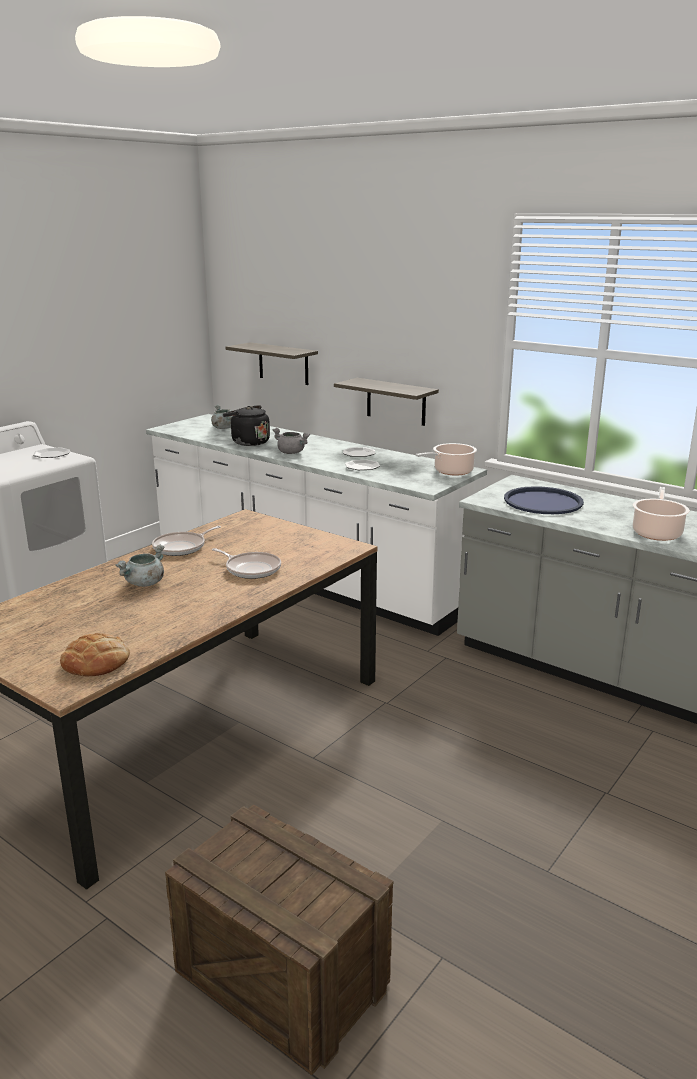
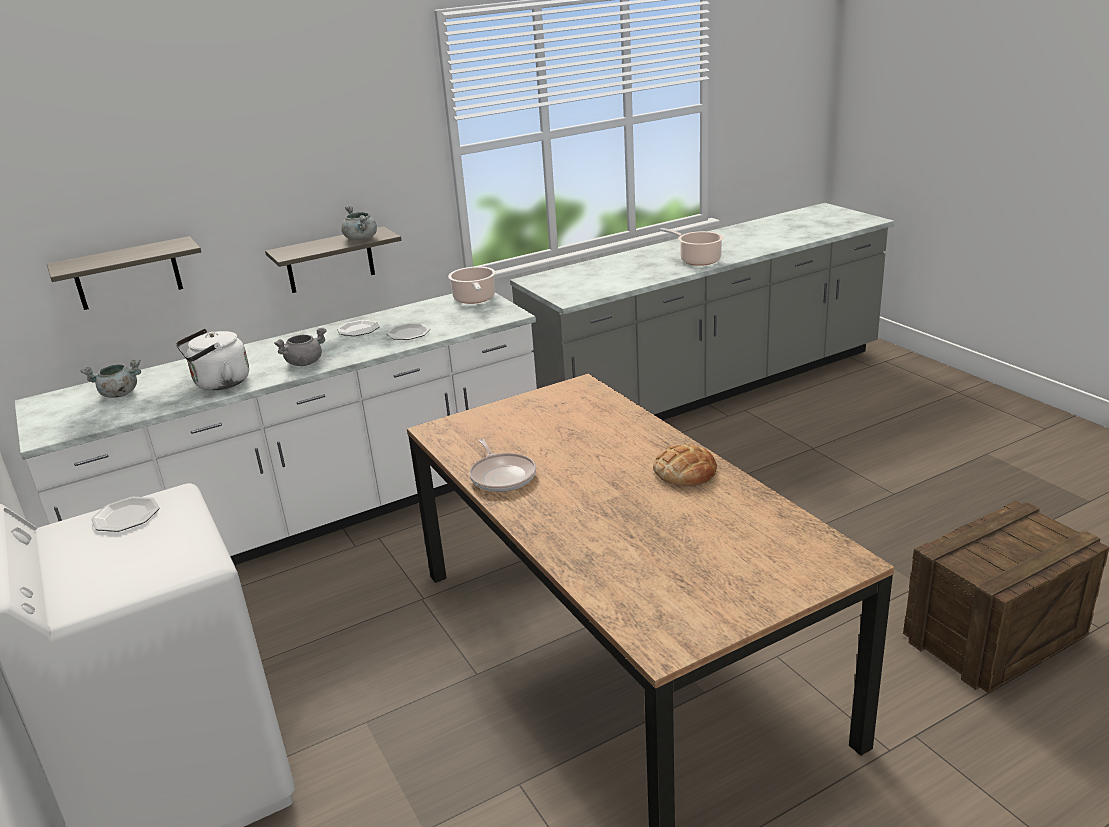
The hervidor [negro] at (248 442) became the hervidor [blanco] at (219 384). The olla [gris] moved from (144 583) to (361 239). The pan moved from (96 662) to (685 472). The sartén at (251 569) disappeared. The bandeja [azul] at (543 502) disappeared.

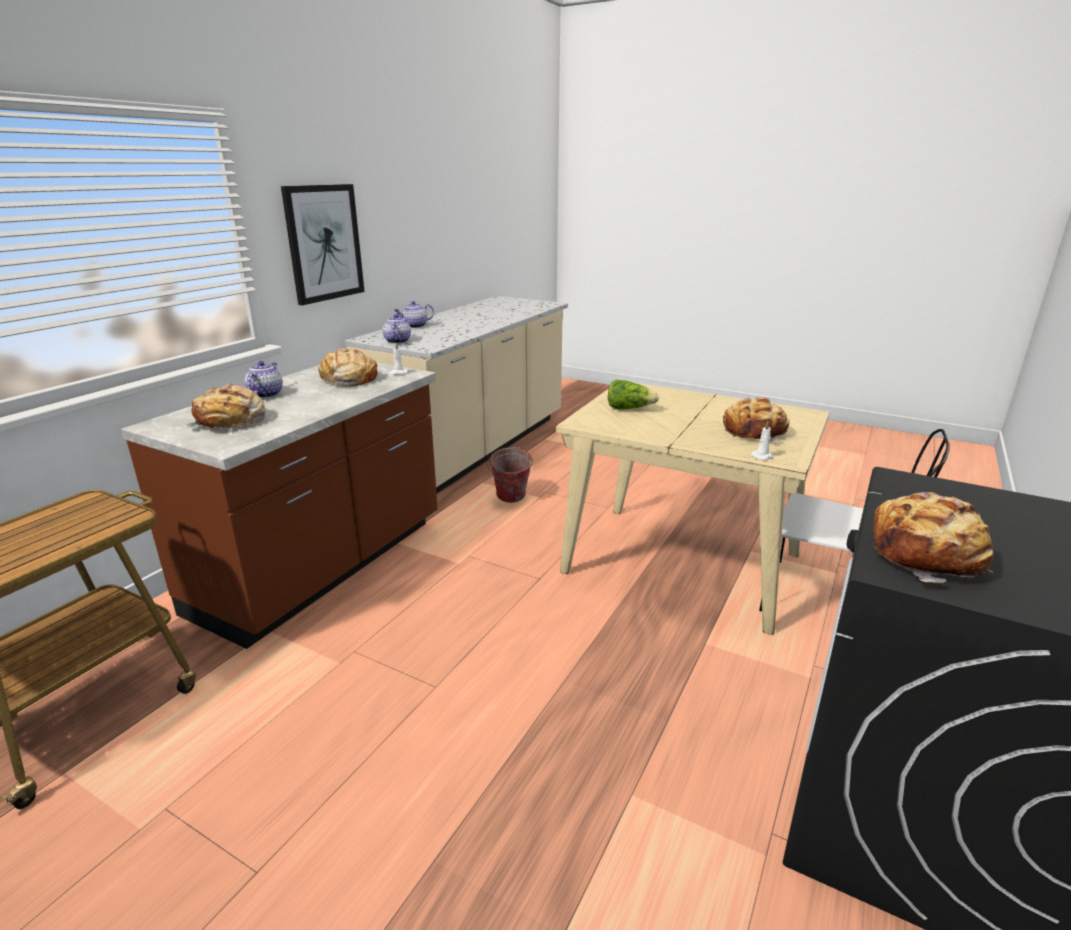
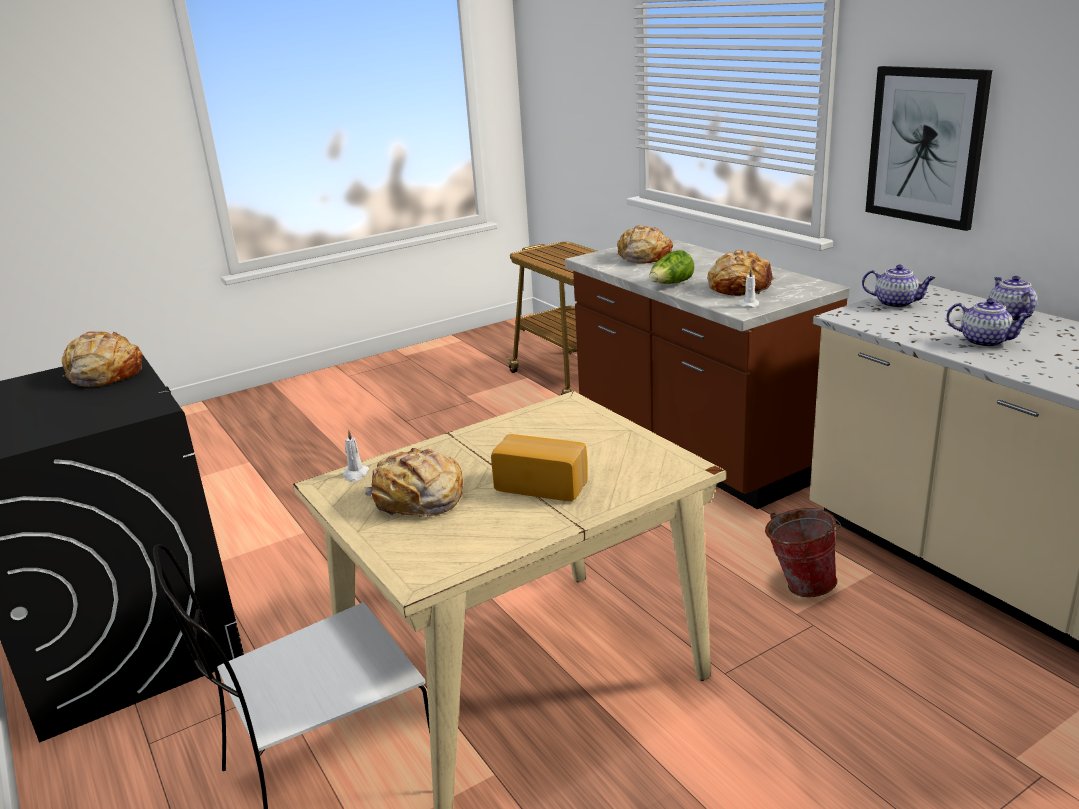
The pan at (543 484) appeared. The lechuga moved from (629 409) to (671 284). The tetera moved from (266 394) to (985 341).

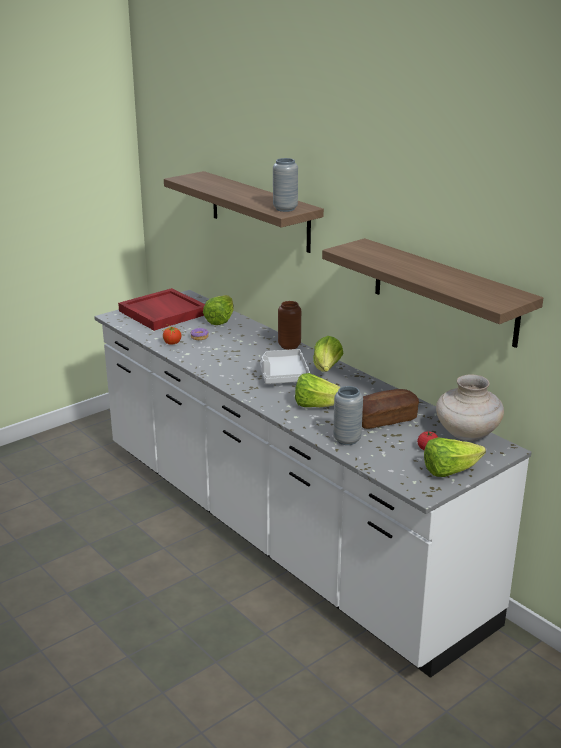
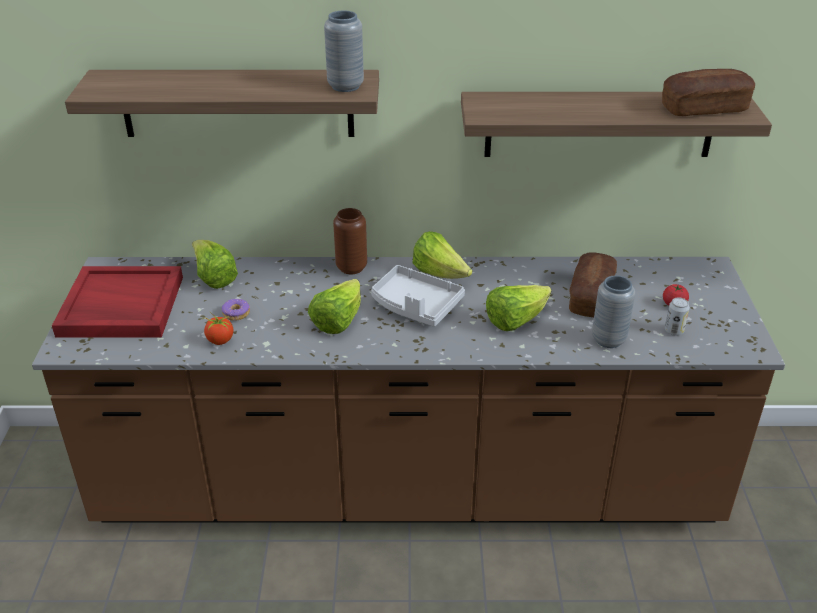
The mueble bajo de cocina [blanco] at (280 530) became the mueble bajo de cocina [marrón] at (408 486). The lechuga moved from (449 471) to (338 321). The pan at (704 109) appeared. The lata at (674 331) appeared. The florero [beis] at (467 434) disappeared.

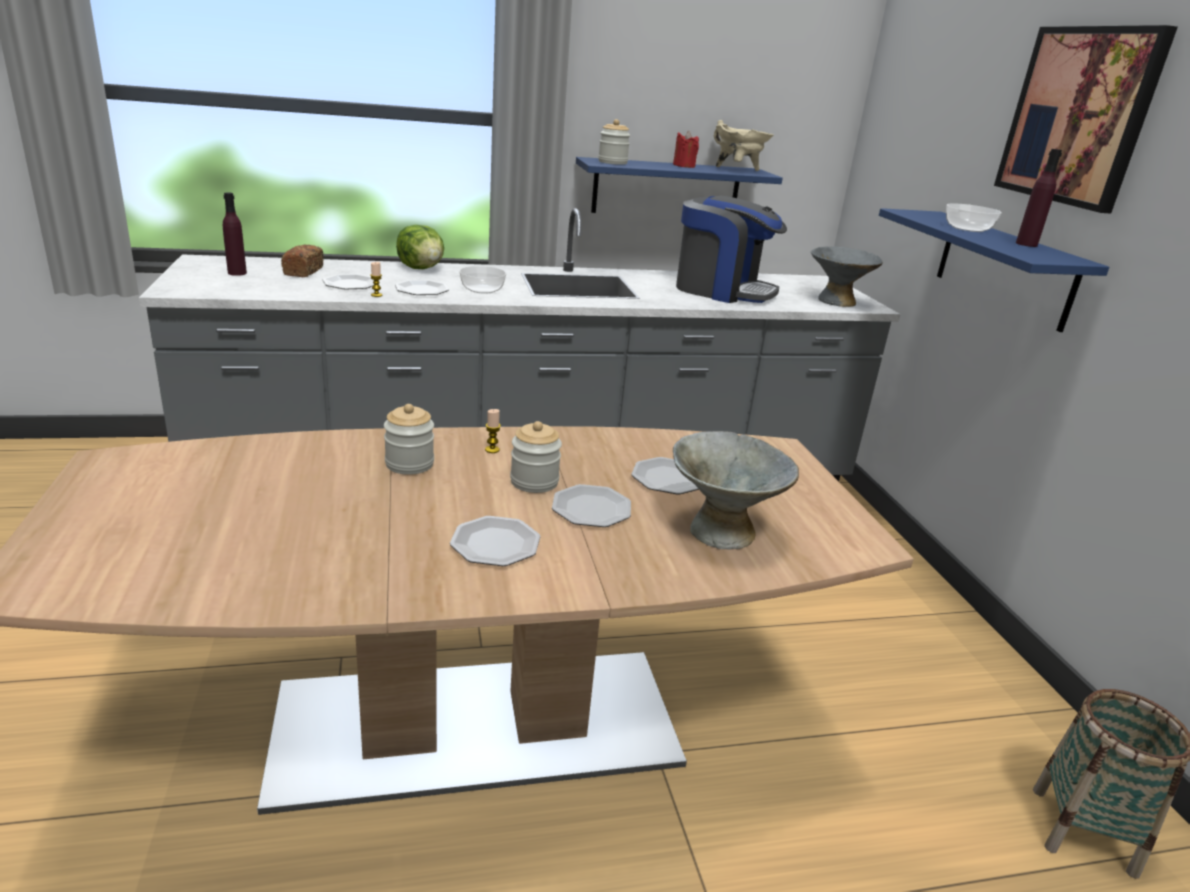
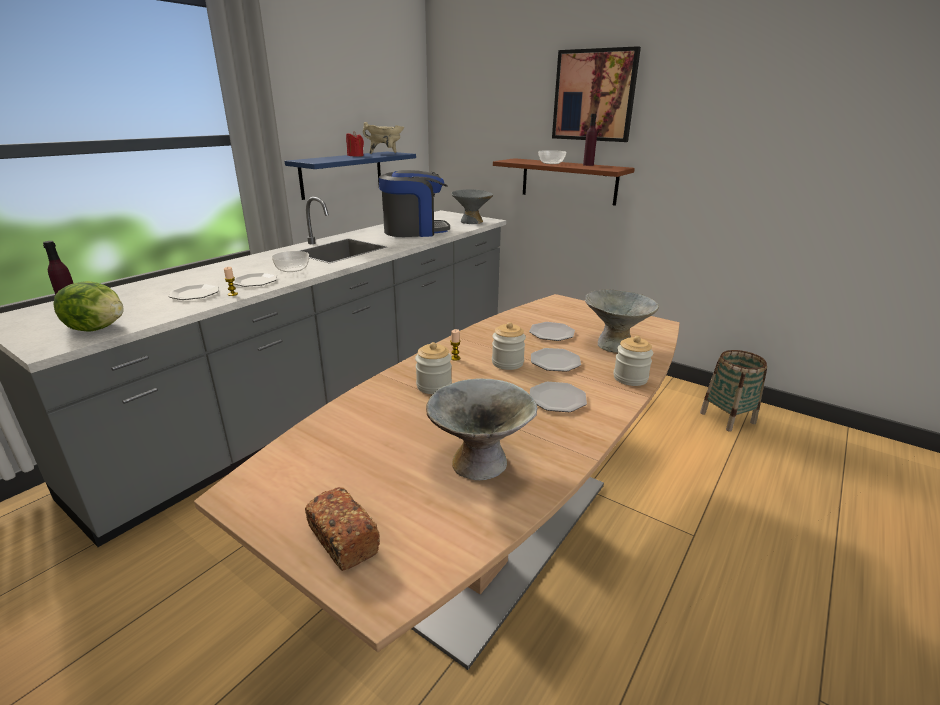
The lechuga moved from (421 268) to (98 328). The pan moved from (303 271) to (342 539). The cuenco [gris] at (480 463) appeared. The estante [azul] at (1004 269) became the estante [marrón] at (568 181). The tarro moved from (612 162) to (630 378).

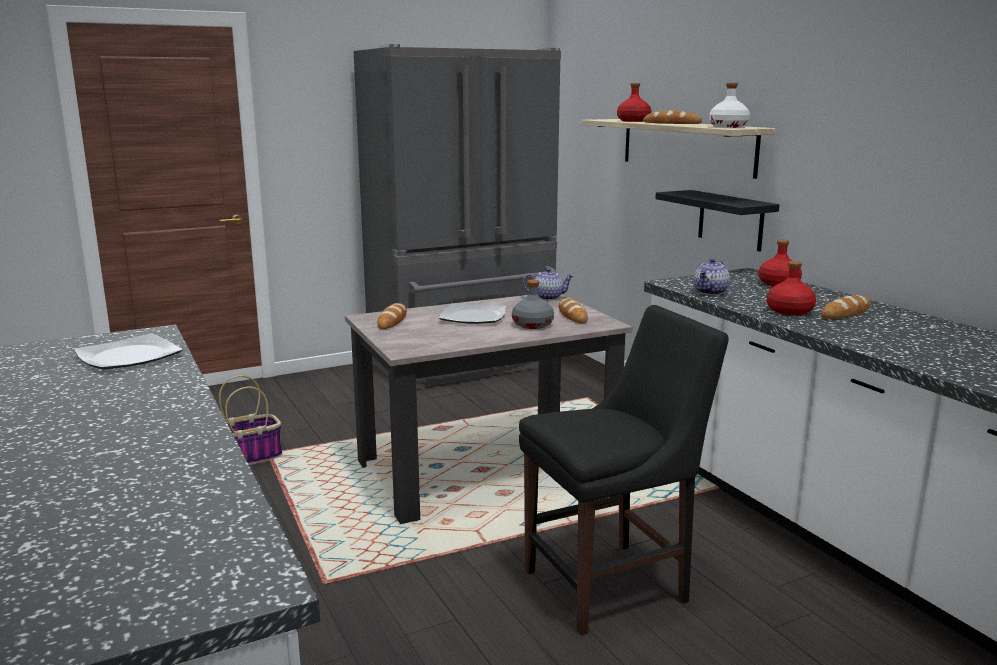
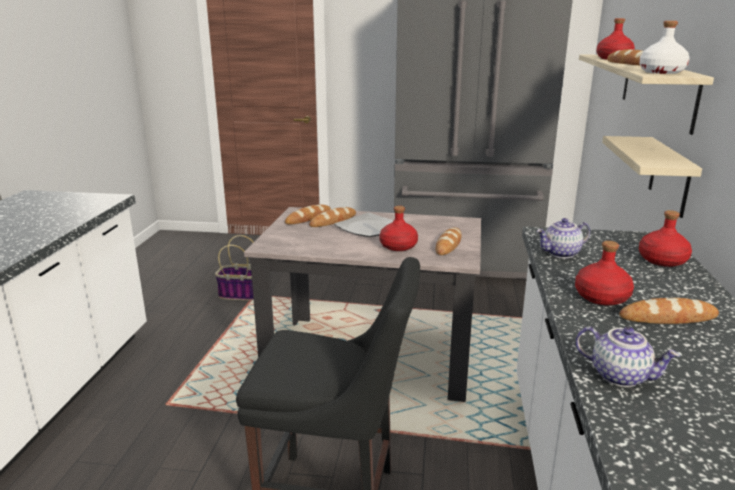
The pan at (333 221) appeared. The botella [gris] at (533 325) became the botella [rojo] at (399 246). The tetera moved from (548 297) to (620 376). The estante [negro] at (730 220) became the estante [beis] at (670 177). The plato at (128 356) disappeared.

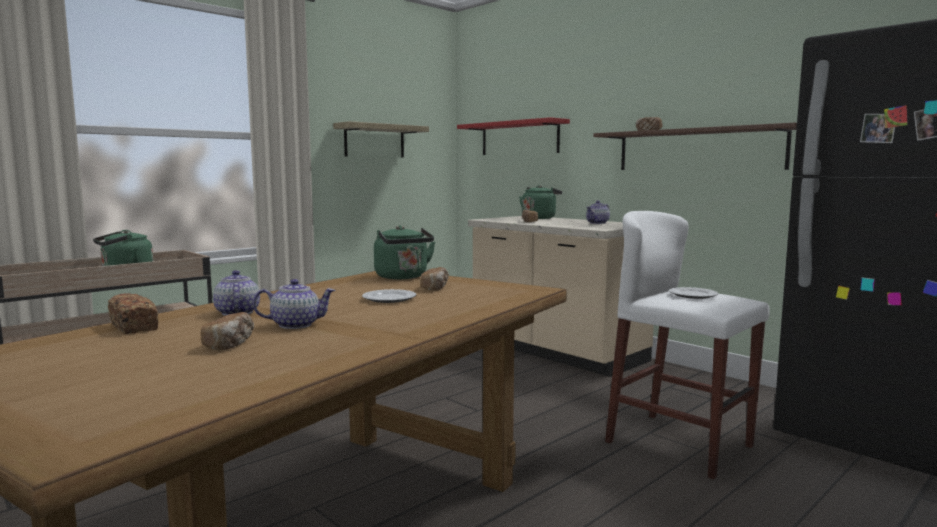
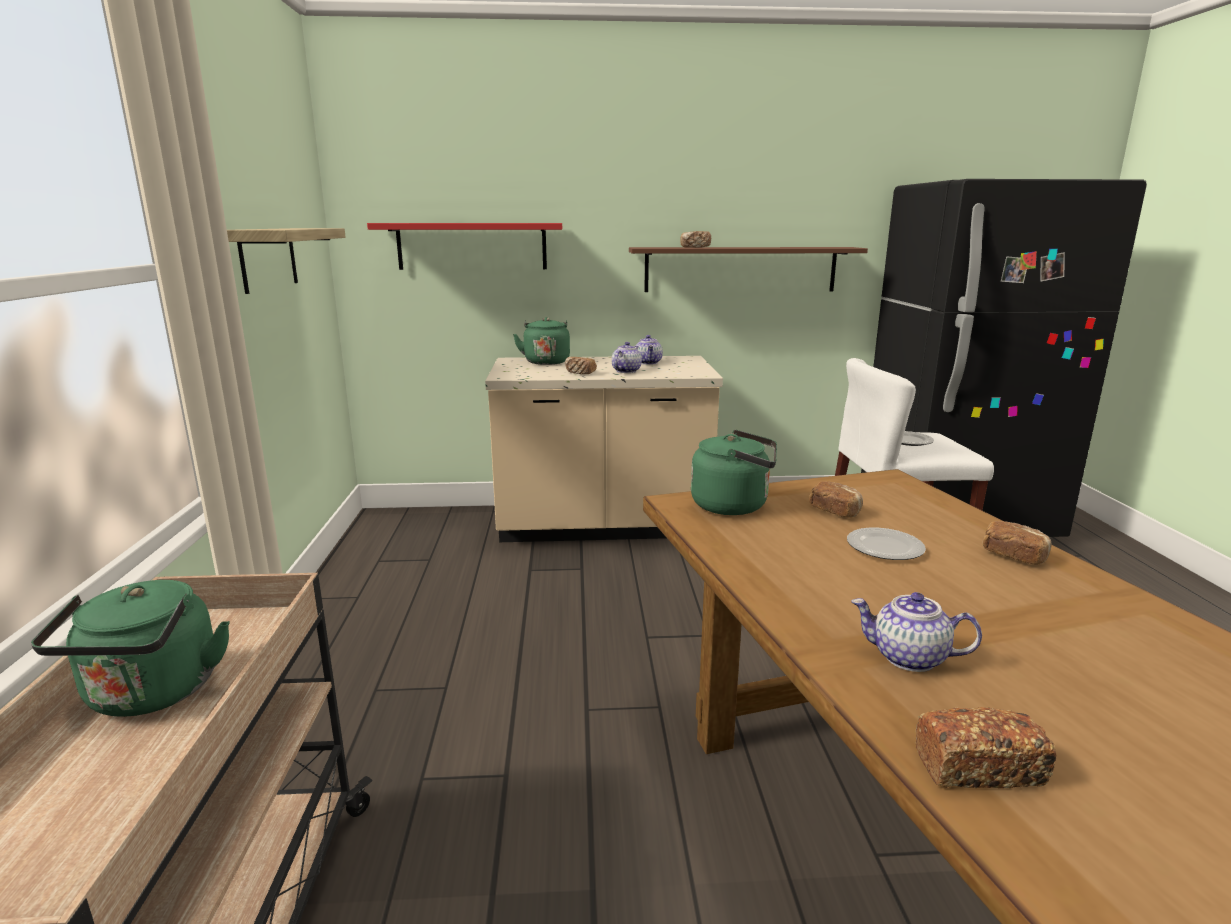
The tetera moved from (296 325) to (626 371). The pan moved from (231 344) to (1013 556).

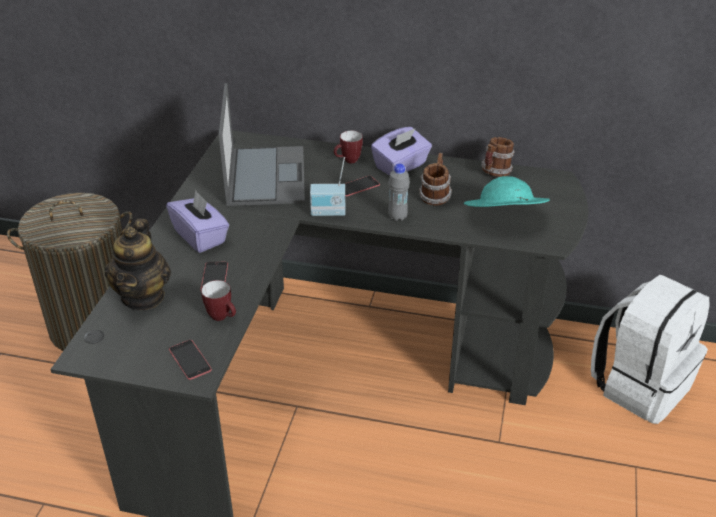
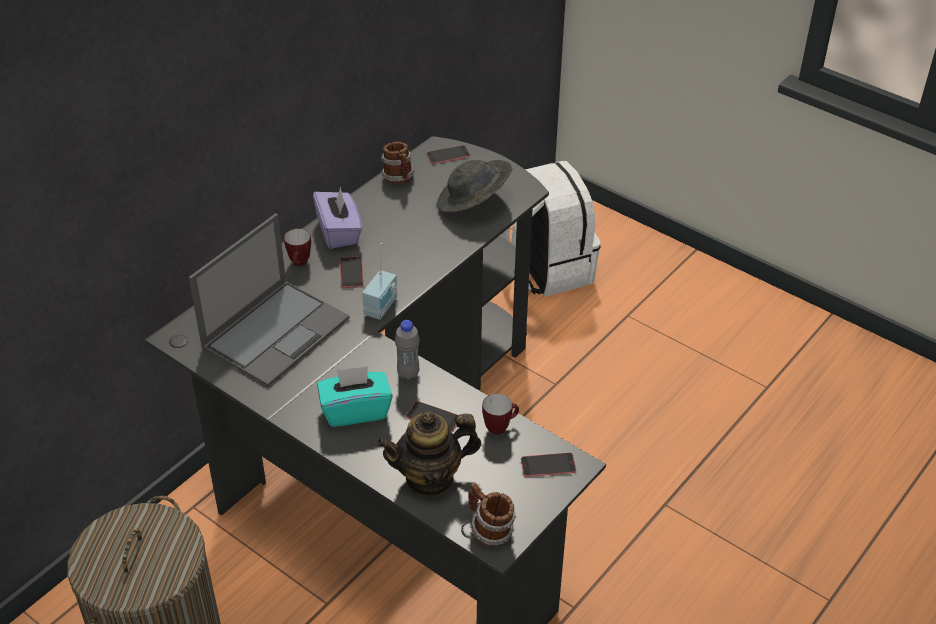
The portátil at (265 175) turned 105 degrees clockwise. The caja de pañuelos [morado] at (200 237) became the caja de pañuelos [turquesa] at (355 411). The tetera at (143 296) turned 135 degrees clockwise. The botella [gris] moved from (397 217) to (408 374). The móvil at (448 155) appeared. The sombrero [turquesa] at (503 218) became the sombrero [gris] at (473 203). The taza grande moved from (434 197) to (489 531).

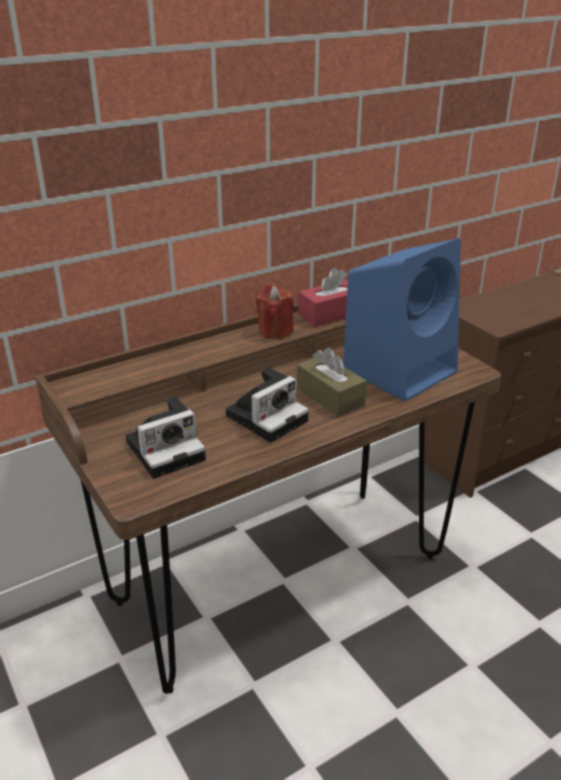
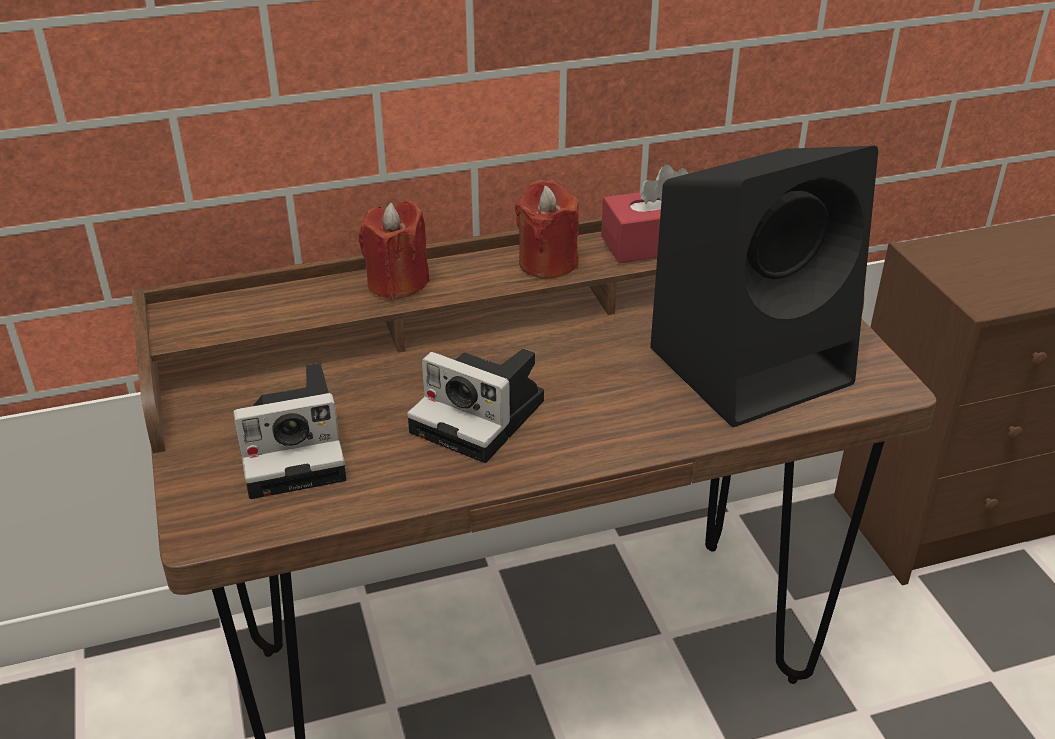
The vela [rojo] at (397 283) appeared. The cámara at (268 416) turned 60 degrees clockwise. The altavoz [azul] at (401 369) became the altavoz [negro] at (753 363). The caja de pañuelos [marrón] at (330 396) disappeared.

